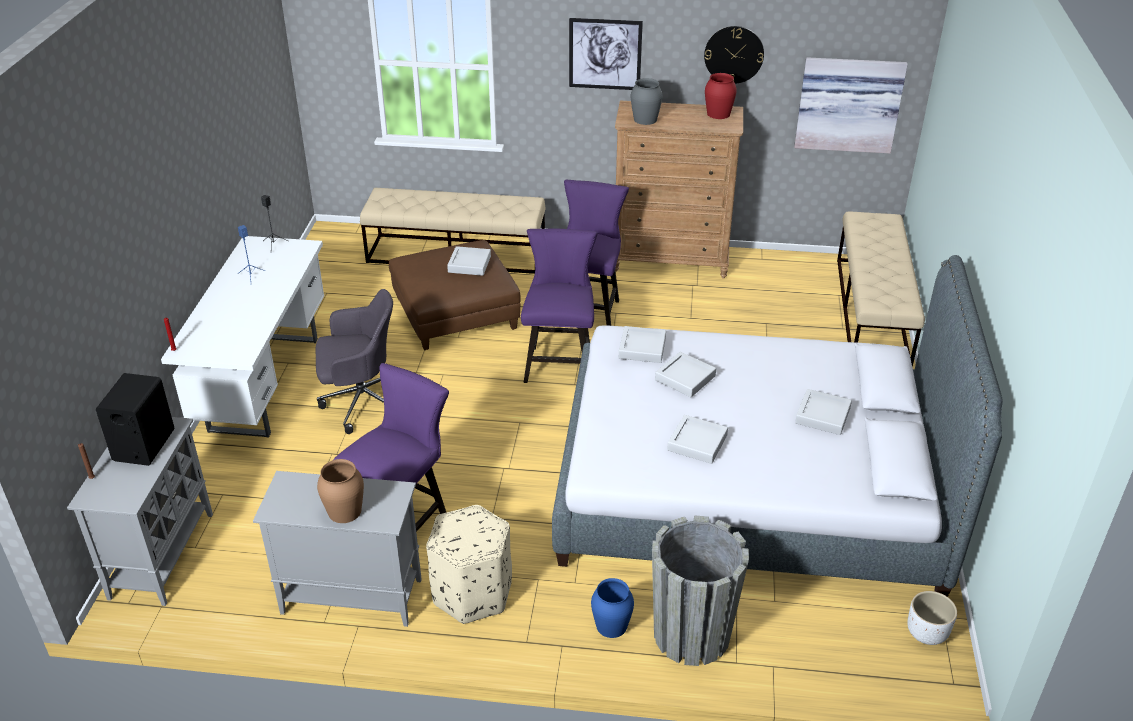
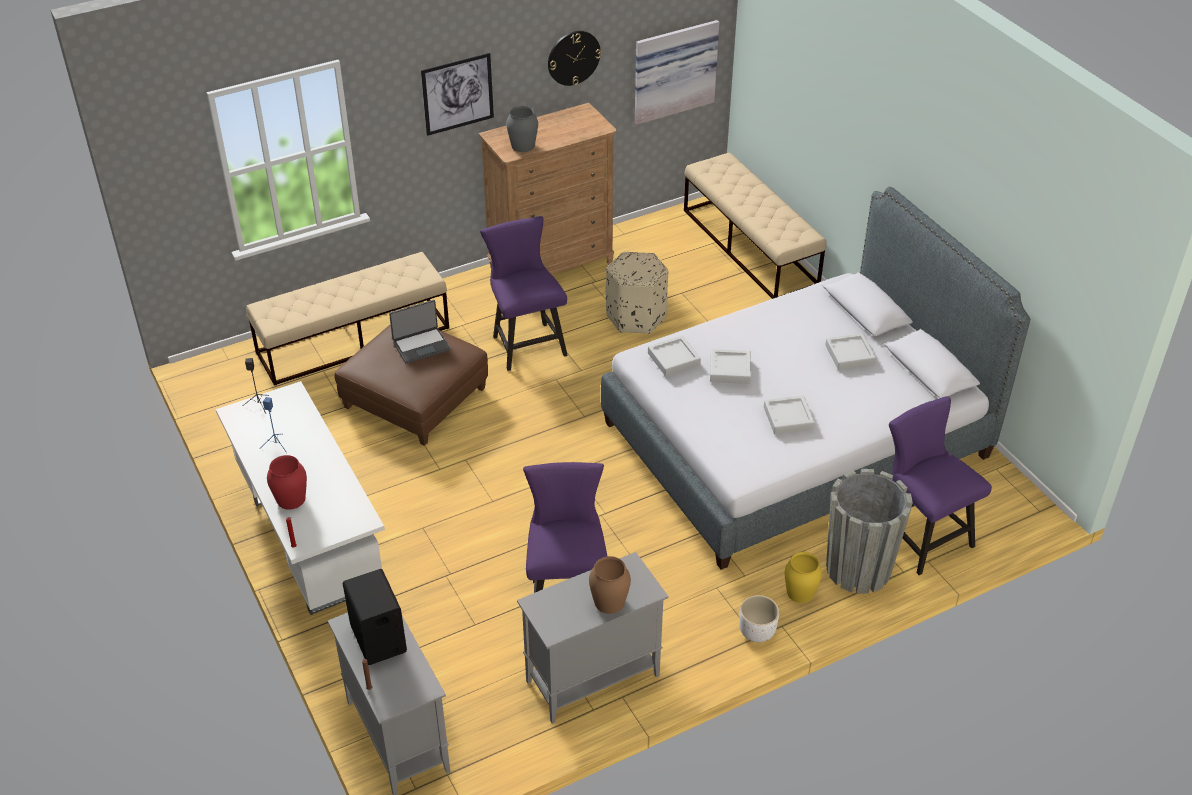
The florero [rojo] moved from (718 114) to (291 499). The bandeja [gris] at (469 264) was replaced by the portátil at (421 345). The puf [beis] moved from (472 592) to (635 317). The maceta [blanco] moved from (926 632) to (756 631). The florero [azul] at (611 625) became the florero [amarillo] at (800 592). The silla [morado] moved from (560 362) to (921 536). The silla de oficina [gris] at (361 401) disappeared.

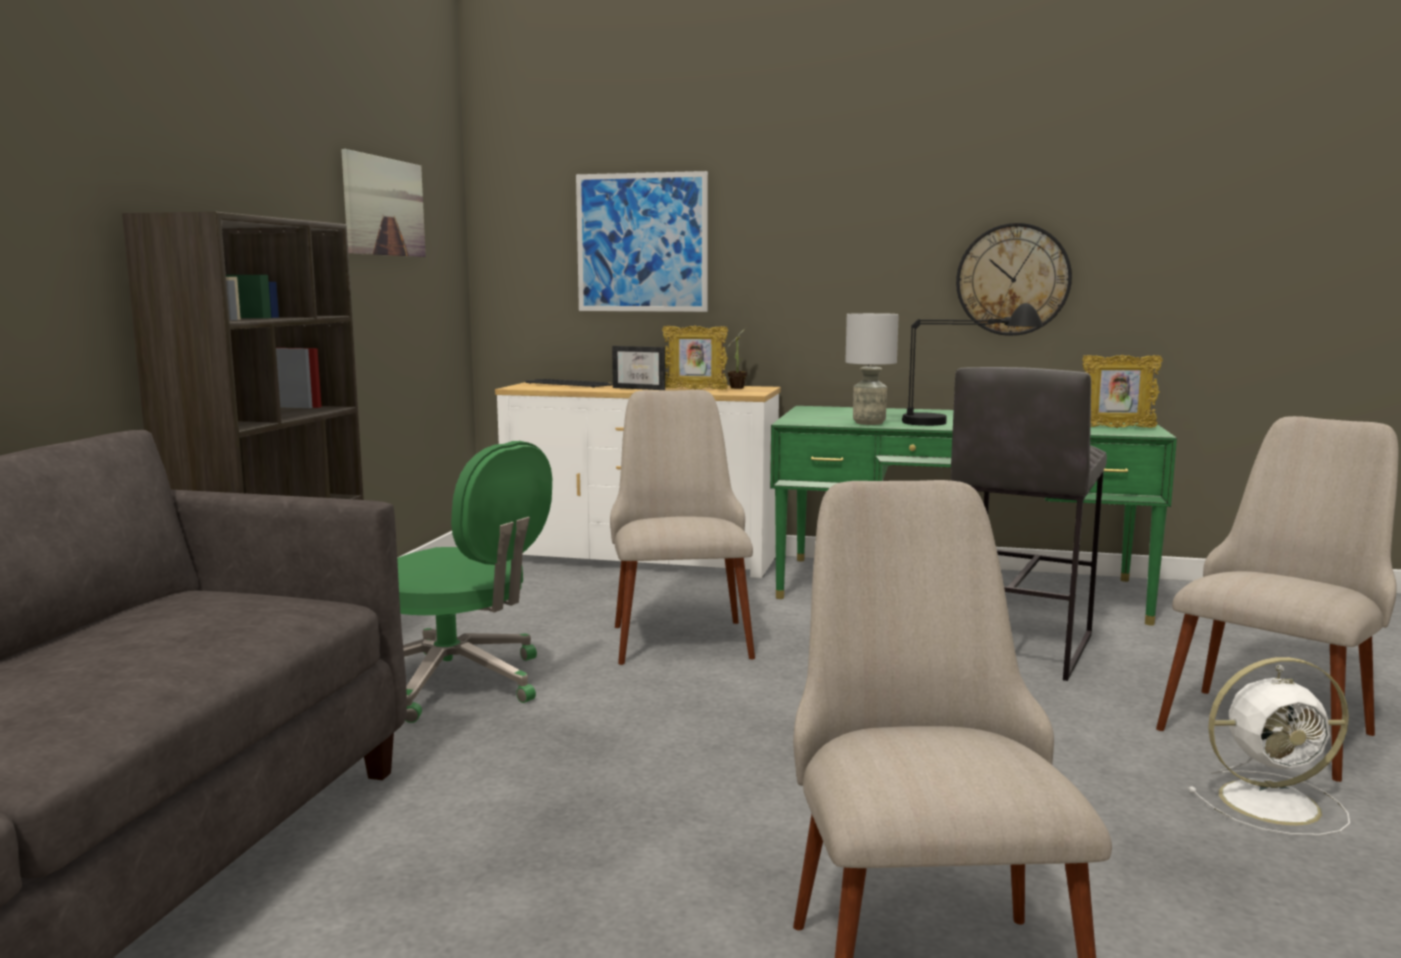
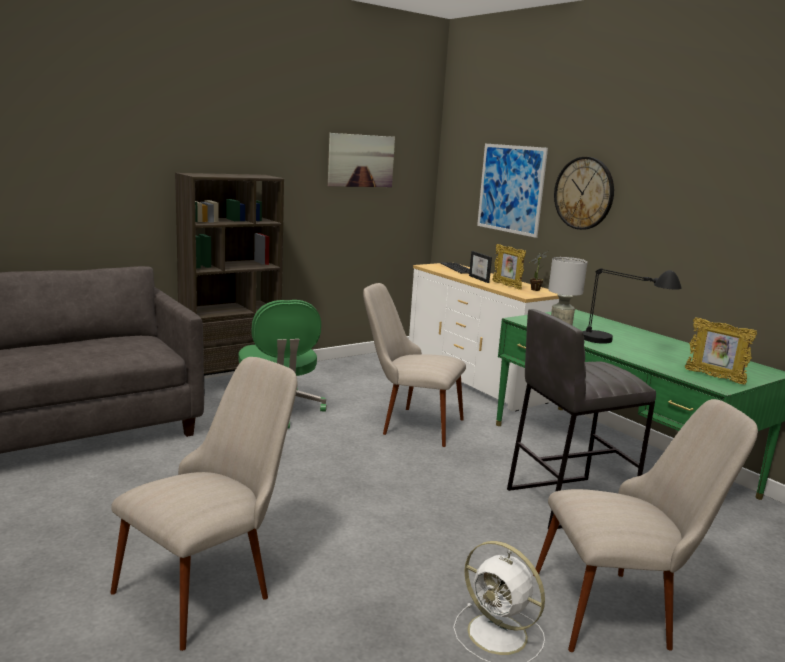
The silla [beis] at (679 632) turned 105 degrees counterclockwise. The reloj de pared moved from (1012 279) to (584 193).

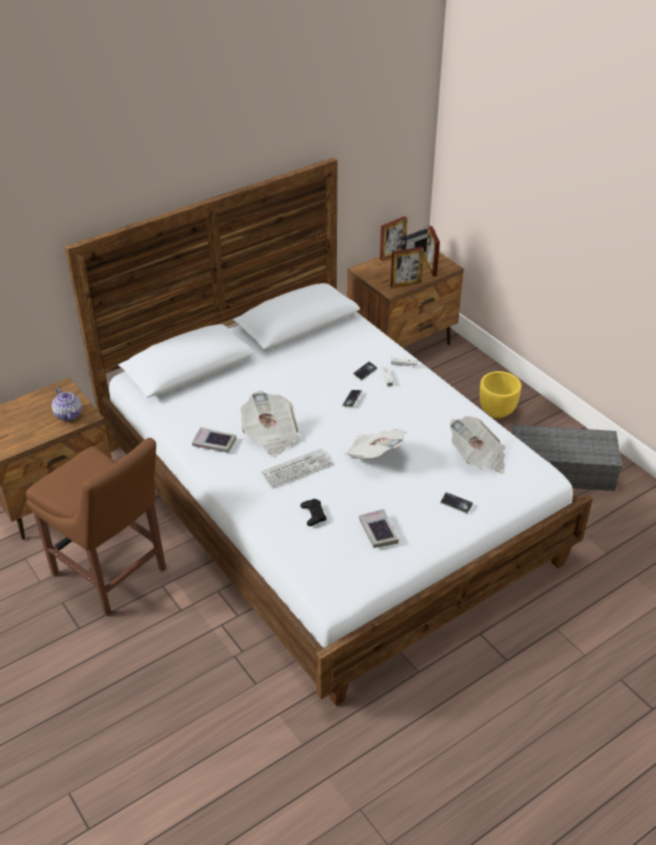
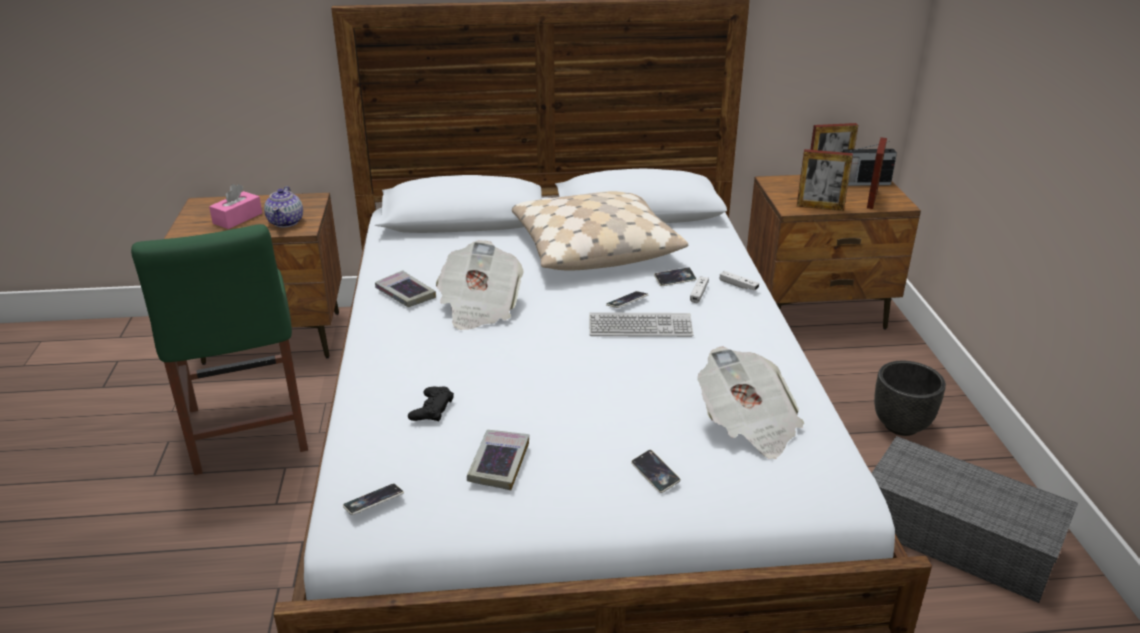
The silla [marrón] at (112 575) became the silla [verde] at (247 433). The caja de pañuelos [rosa] at (237 218) appeared. The móvil at (373 502) appeared. The cojín [beis] at (592 246) appeared. The teclado moved from (297 469) to (640 327). The maceta [amarillo] at (496 411) became the maceta [negro] at (900 425). The periódico at (374 455) disappeared.

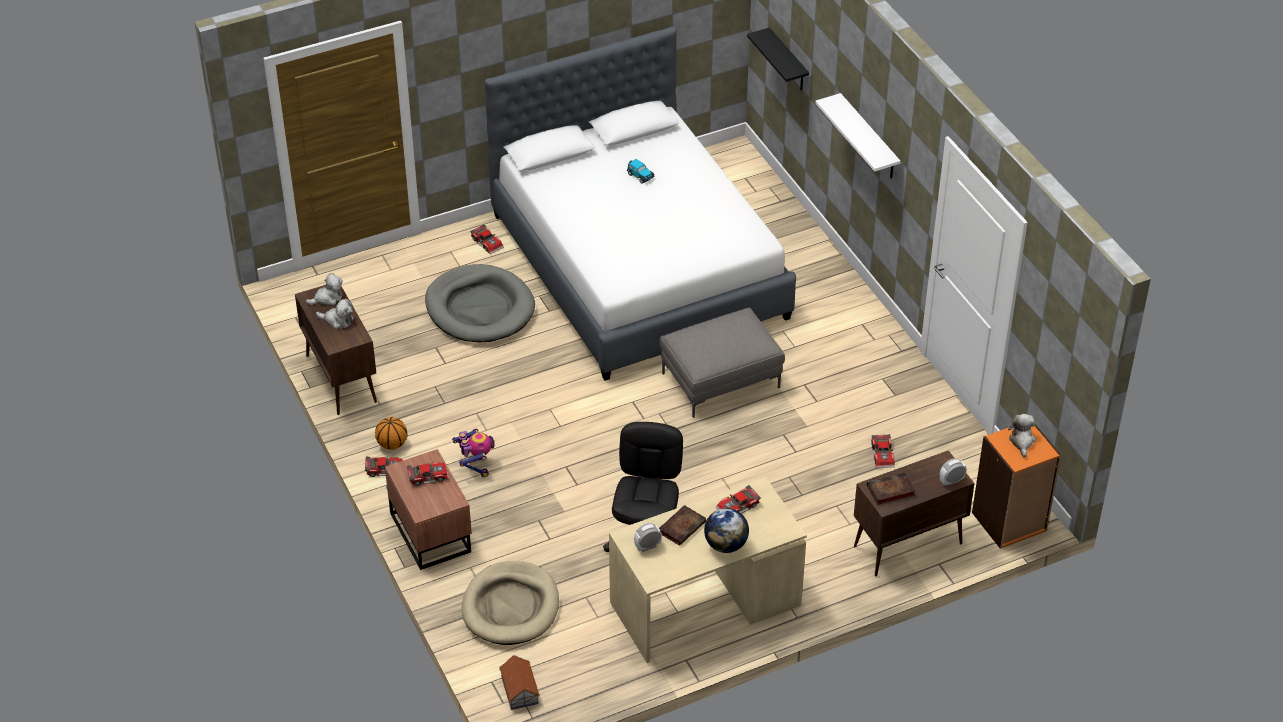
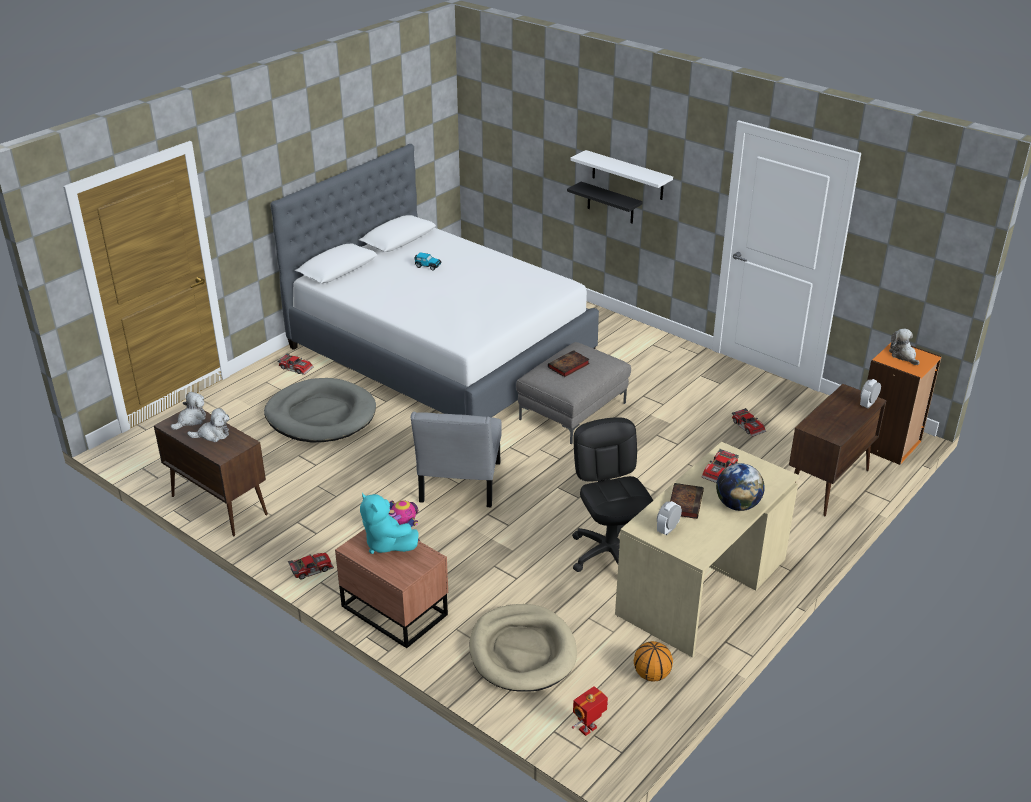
The coche de juguete at (428 475) was replaced by the peluche [turquesa] at (386 544). The silla [gris] at (459 486) appeared. The libro moved from (889 491) to (568 366). The estante [negro] moved from (788 61) to (610 203). The casita at (519 690) was replaced by the robot de juguete at (588 729). The balón de baloncesto moved from (392 444) to (651 675).

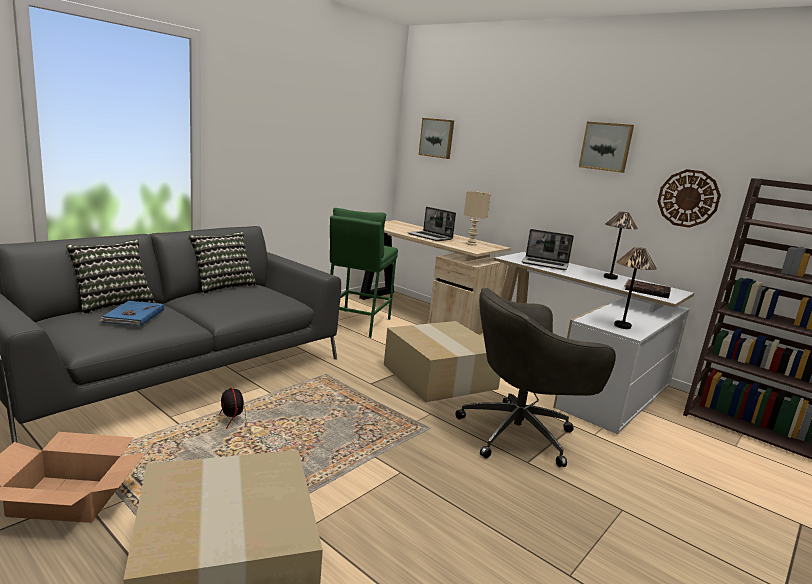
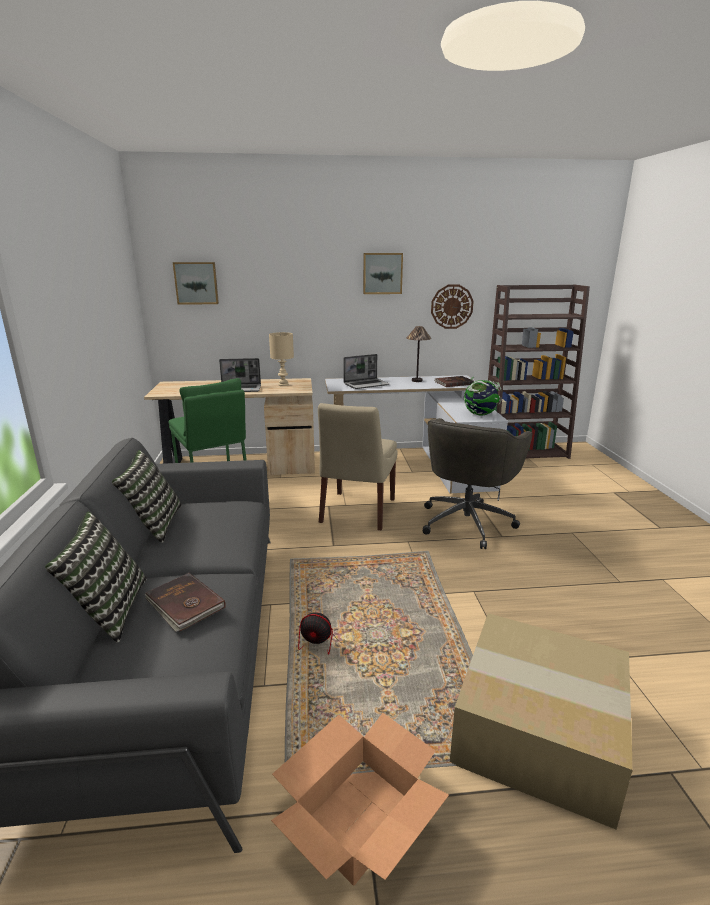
The libro [azul] at (133 316) became the libro [marrón] at (184 604). The caja de cartón at (437 376) was replaced by the silla [beis] at (357 512). The lámpara de mesa at (622 326) was replaced by the globo terráqueo at (480 414).

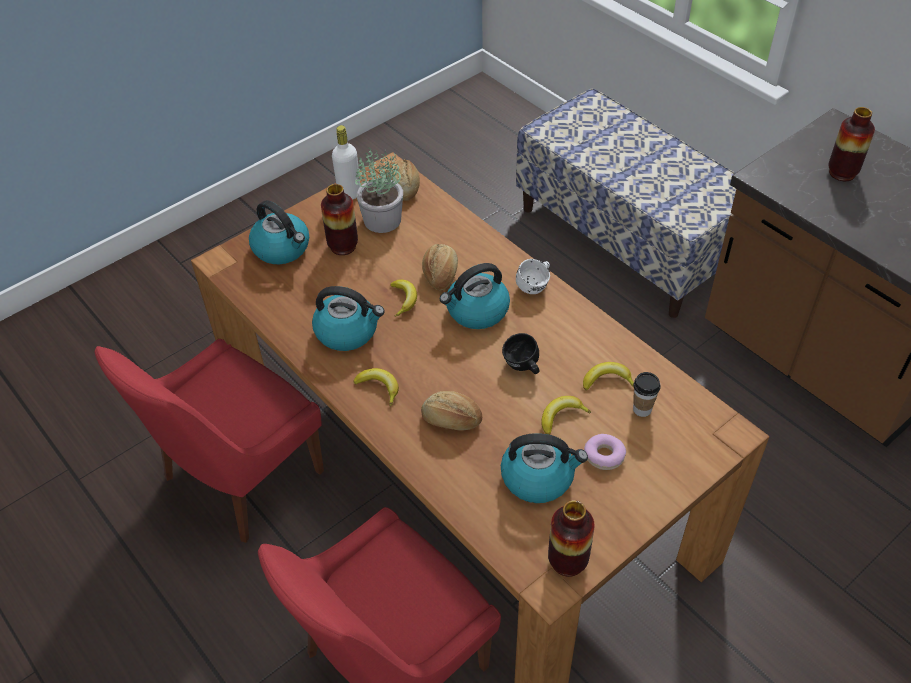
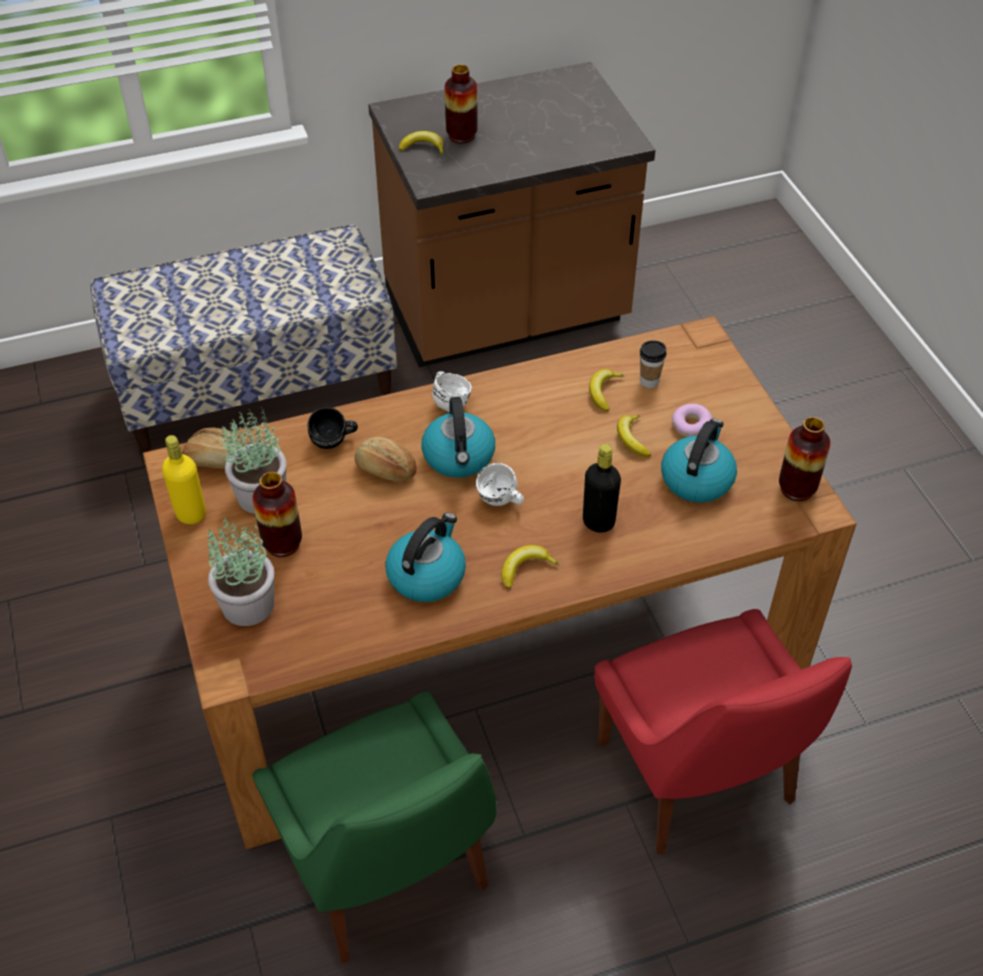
The botella [blanco] at (349 193) became the botella [amarillo] at (191 513). The hervidor at (282 248) was replaced by the planta en maceta at (246 604). The silla [rojo] at (239 479) became the silla [verde] at (389 872). The taza grande [negro] moved from (522 367) to (334 442). The plátano moved from (404 299) to (423 148). The taza grande [blanco] at (500 501) appeared. The pan at (451 420) was replaced by the botella [negro] at (598 522).

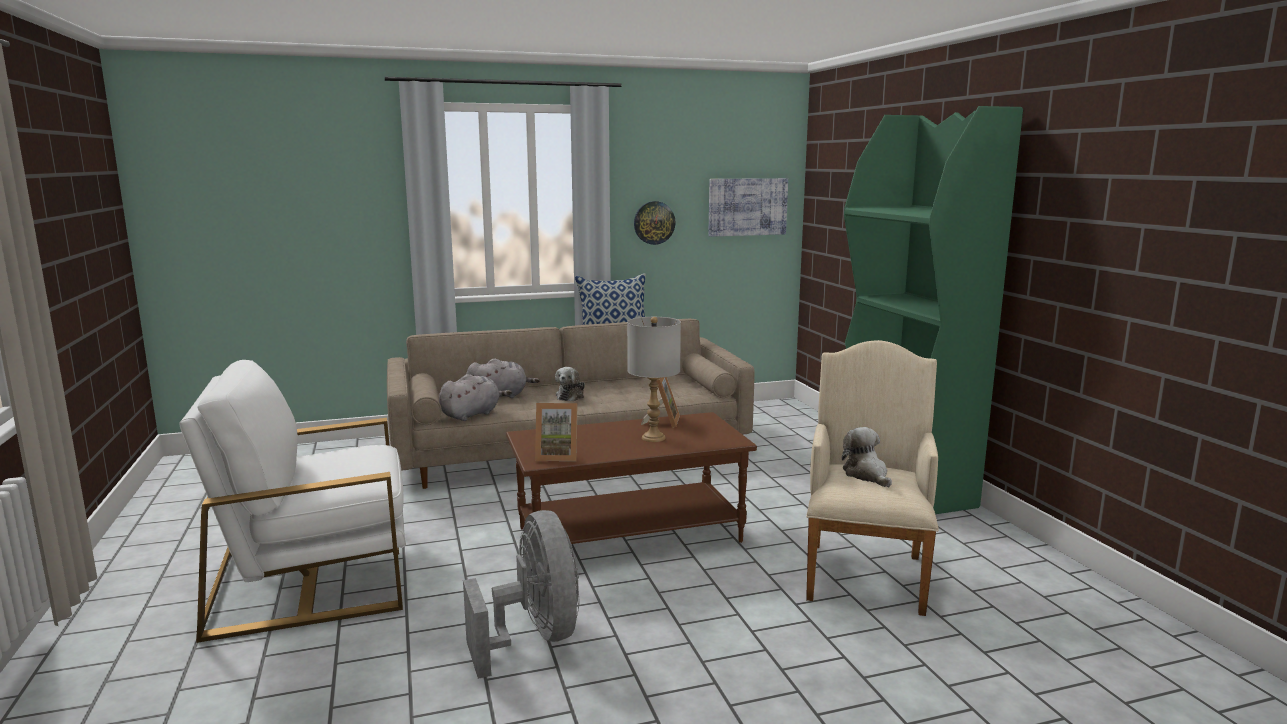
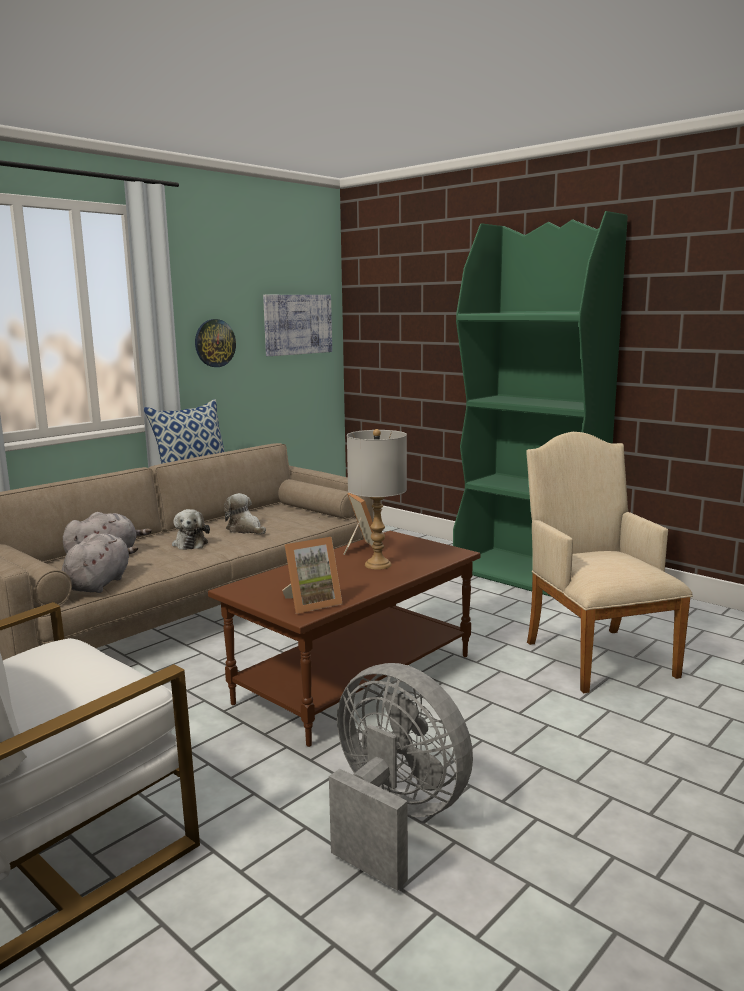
The peluche moved from (866 475) to (245 529).

